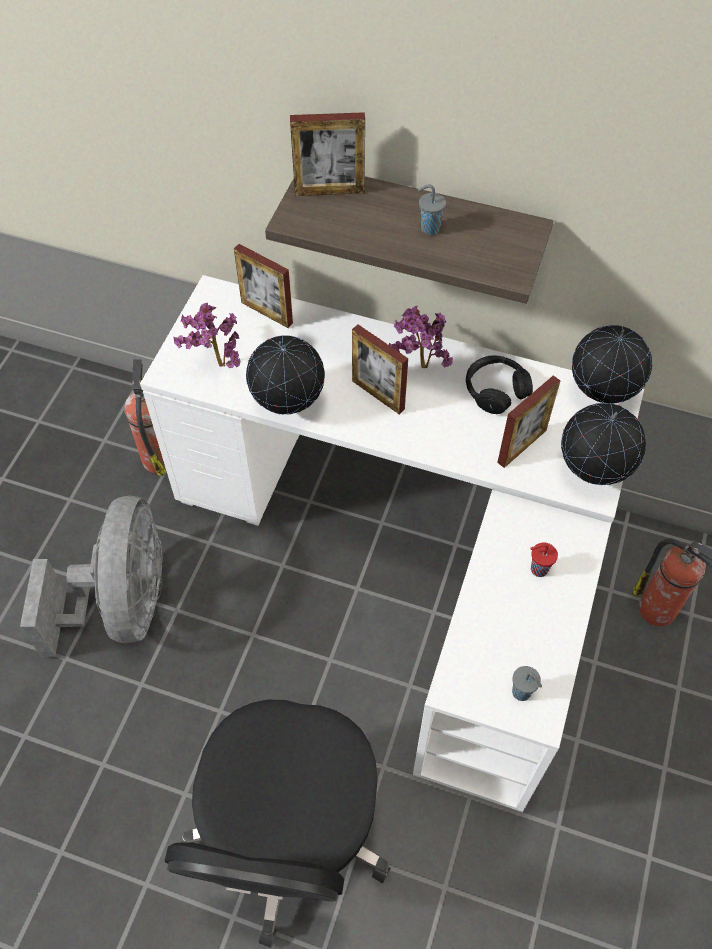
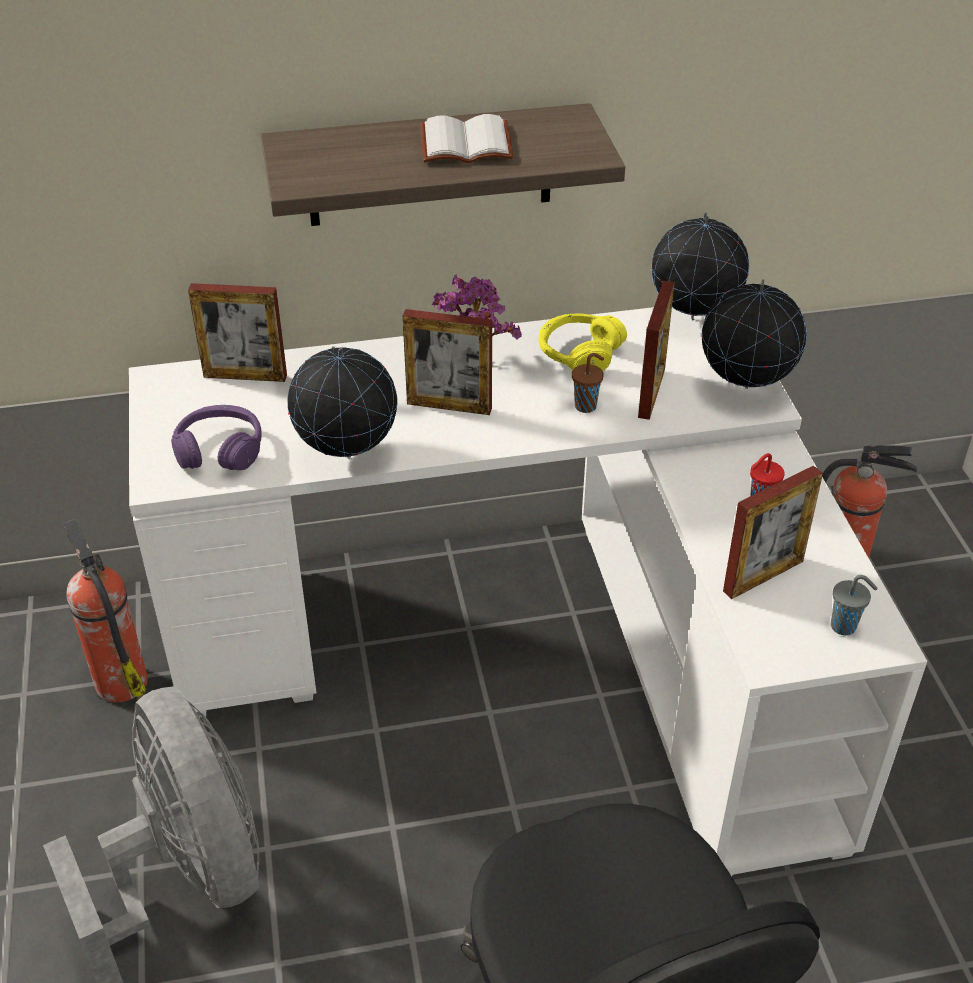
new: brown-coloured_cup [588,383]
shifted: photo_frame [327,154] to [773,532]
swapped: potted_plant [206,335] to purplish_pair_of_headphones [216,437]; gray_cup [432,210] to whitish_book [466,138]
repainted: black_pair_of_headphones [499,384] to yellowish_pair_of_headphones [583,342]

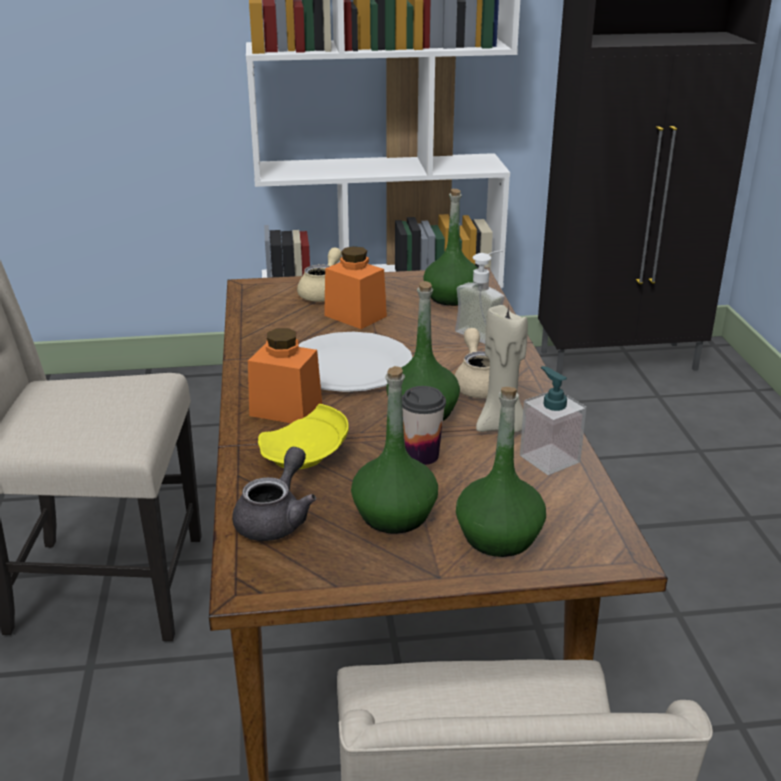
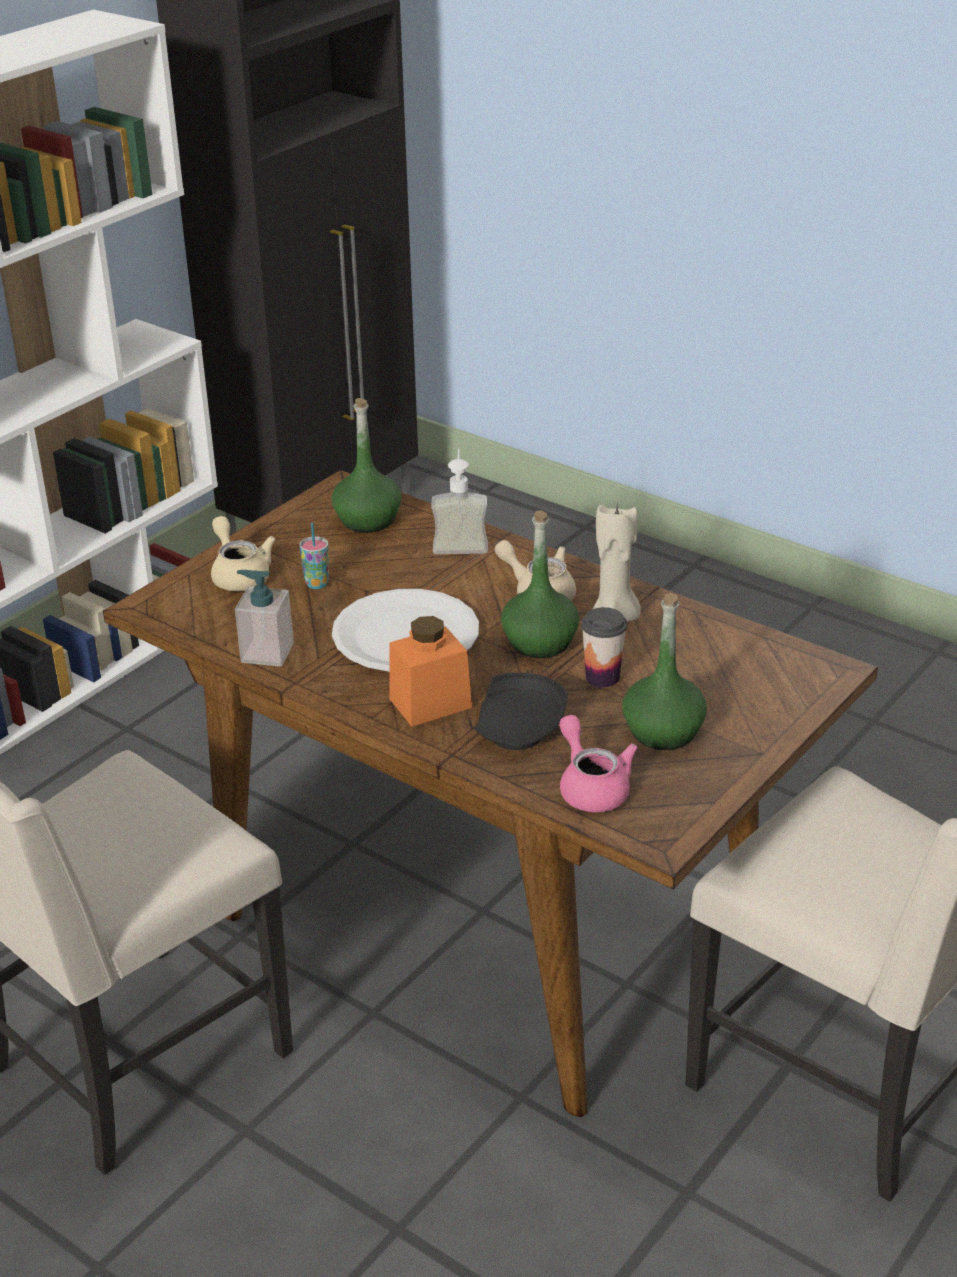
gone: green_beverage_bottle [501,472]
shifted: soap_bottle [553,420] to [264,618]
swapped: orangey_jar [355,287] to cup [314,556]
repainted: gray_pot_for_tea [274,494] to pink-coloured_pot_for_tea [599,763]; yellowish_dinner_plate [303,437] to black_dinner_plate [521,711]

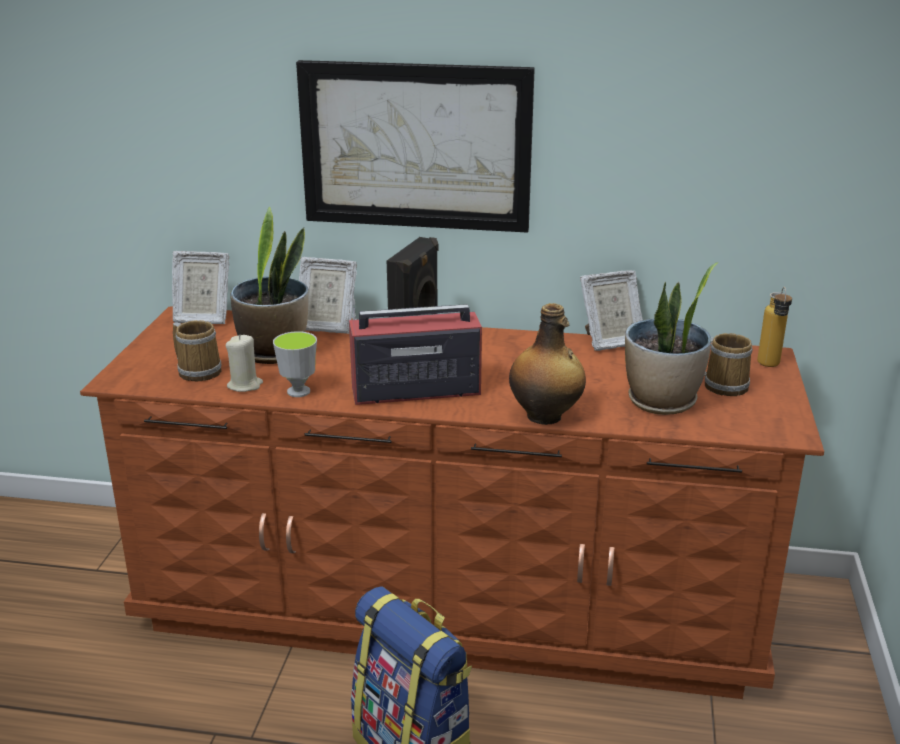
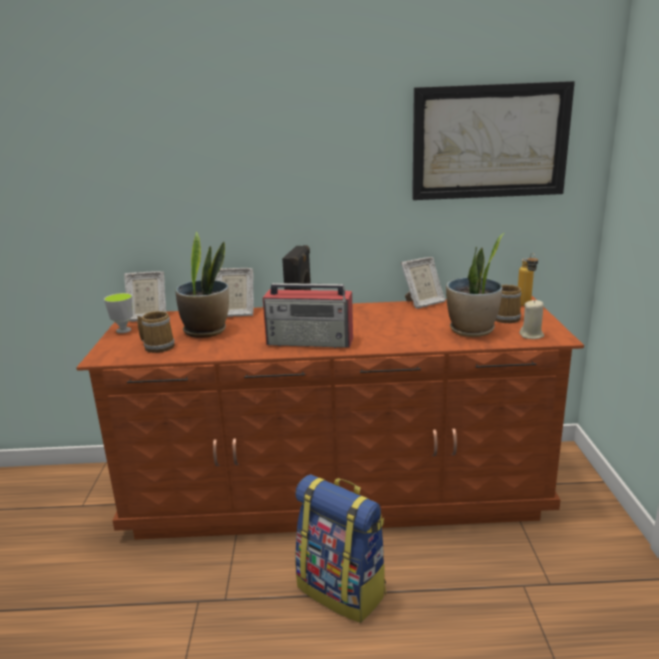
gone: beverage_bottle [547,364]
shifted: beige_wax_candle [244,363] to [532,319]; cup [295,364] to [118,313]; wall_picture [415,146] to [493,140]
rotated: radio_receiver [415,352] = [308,315] 150 degrees counterclockwise

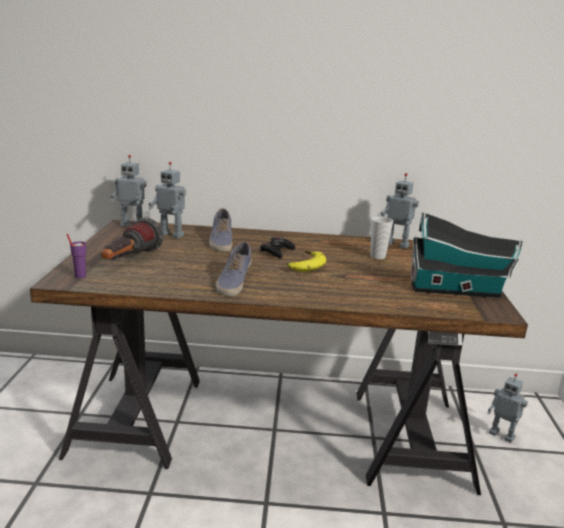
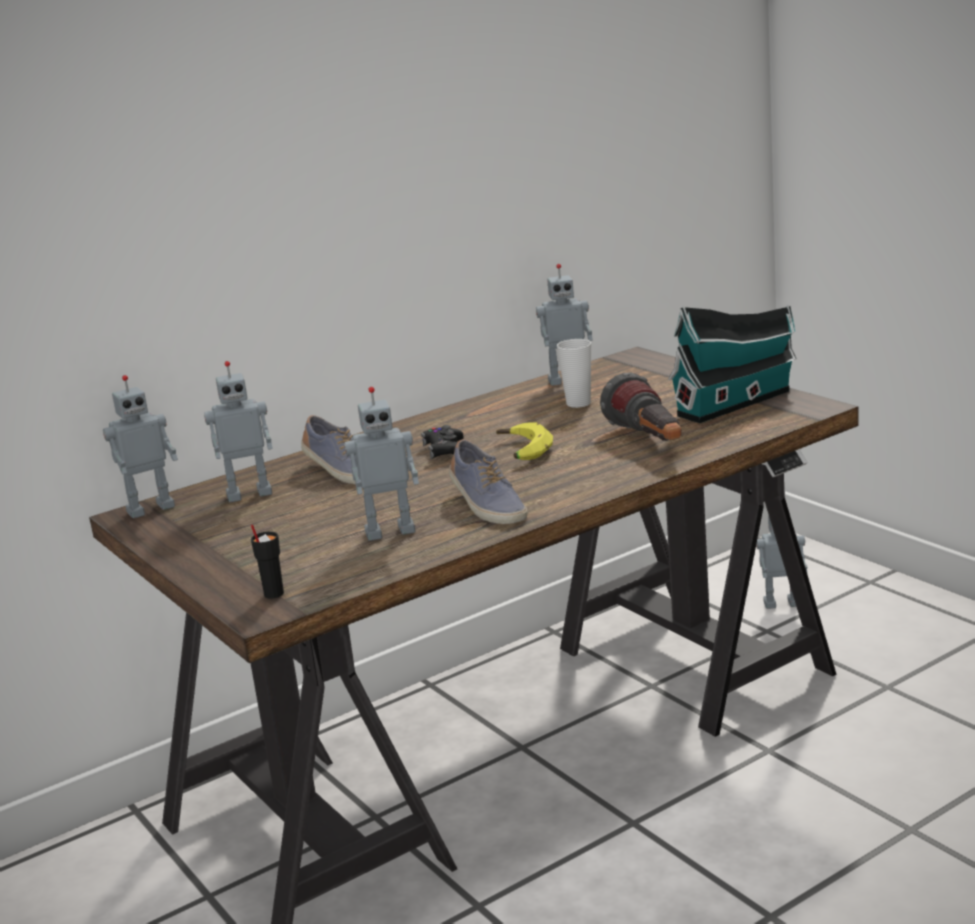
new: model_robot [381,464]
shifted: flashlight [132,239] to [640,407]
repainted: purplish_cup [76,256] to black_cup [267,561]

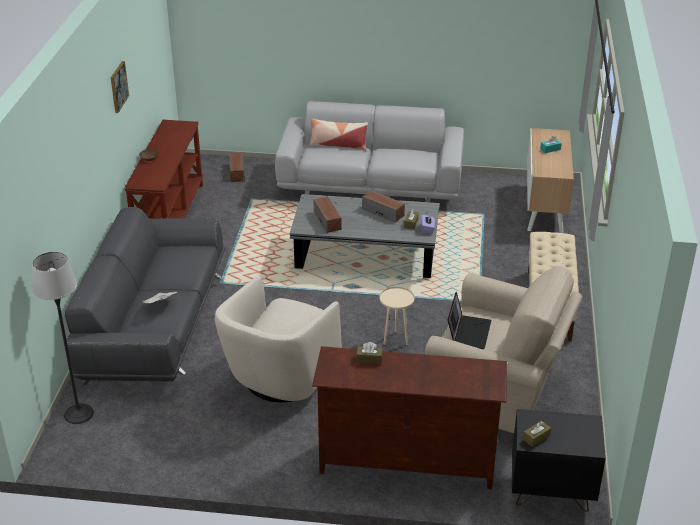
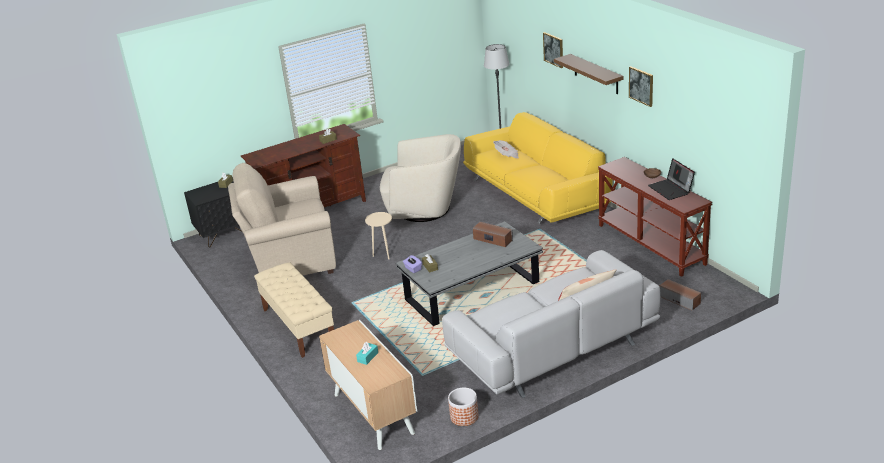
gone: speaker [383,206]
new: plant_pot [463,406]; wall_picture [553,50]; brown-coloured_wall_shelf [588,74]
shifted: notebook_computer [469,320] to [671,179]
repainted: gray_sofa [145,296] to yellowish_sofa [537,168]
rotated: beige_lounge_chair [278,339] = [420,178] 105 degrees clockwise

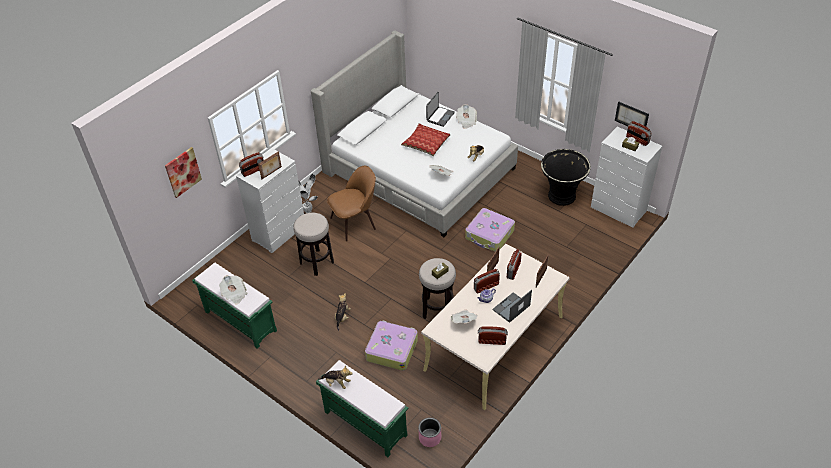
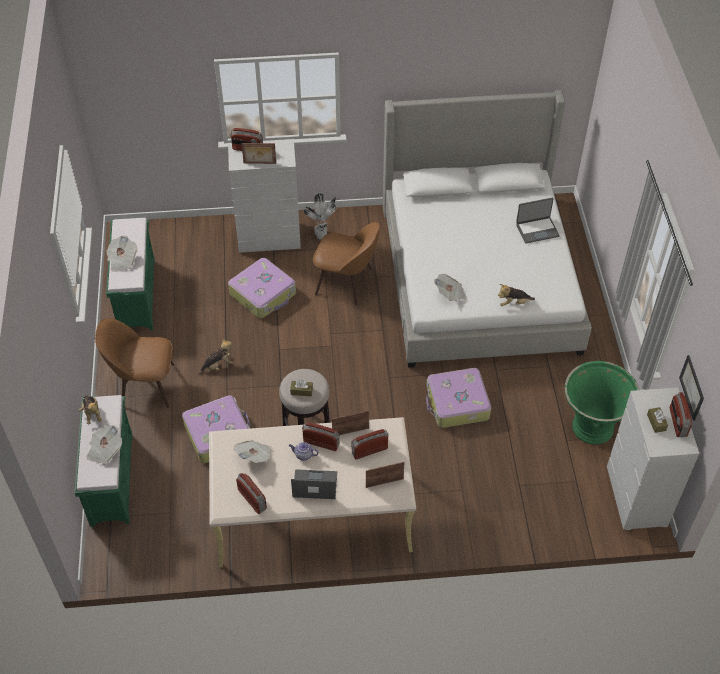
gone: wall_picture [183,172]; throw_pillow [426,139]; pink-coloured_plant_pot [430,432]
new: brown-coloured_plain_chair [135,363]
shifted: daily_paper [466,116] to [104,445]
swapped: sitting_stool [313,244] to piece_of_luggage [262,288]
repainted: black_plant_pot [566,177] to green_plant_pot [602,403]

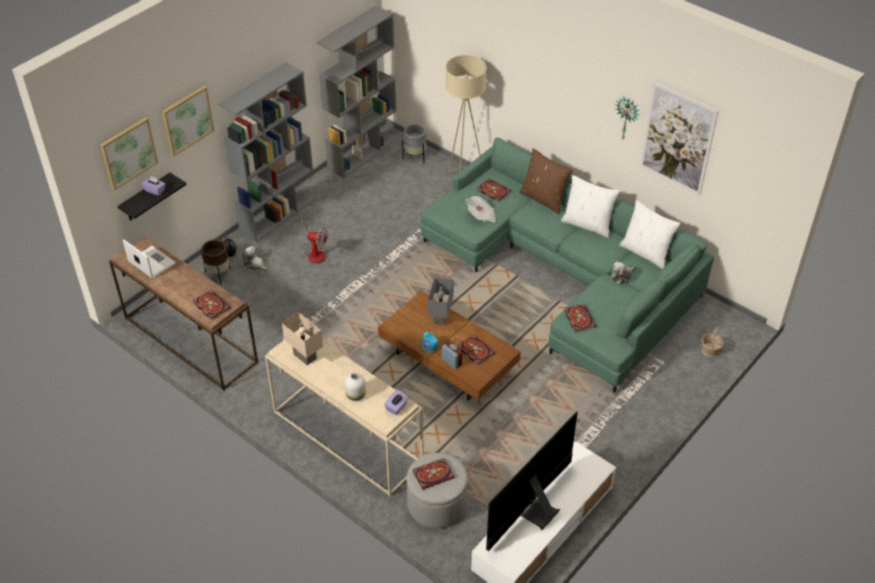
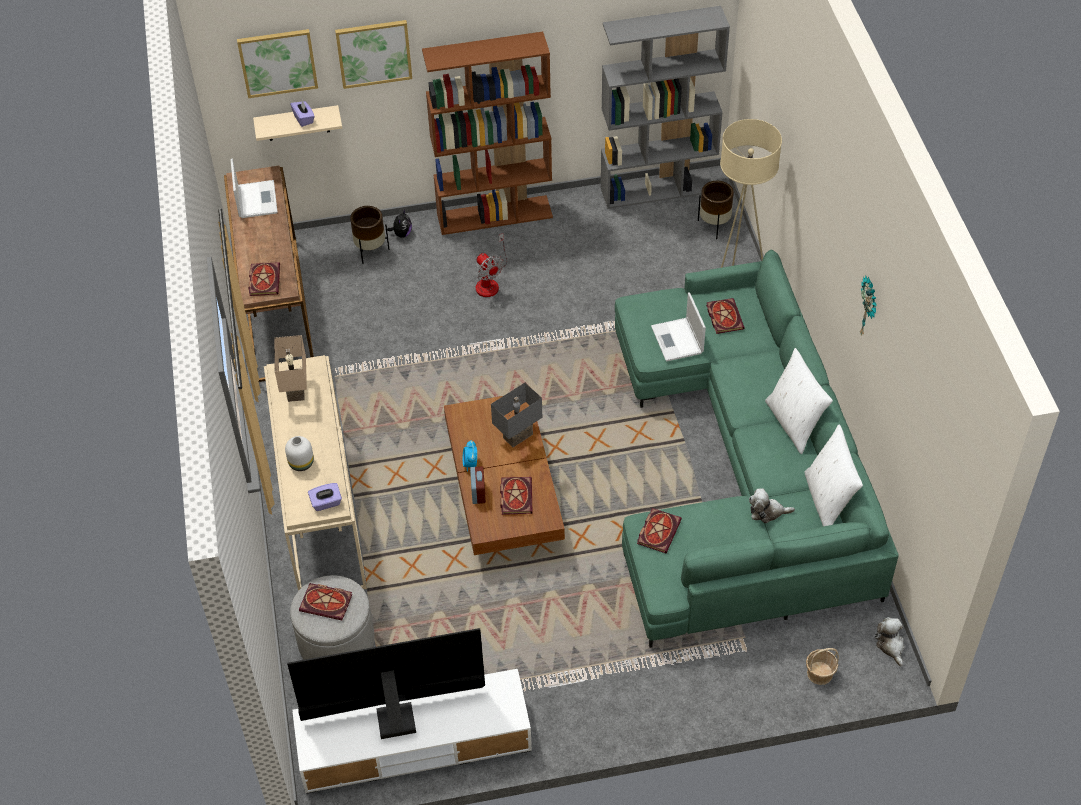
gone: brown-coloured_throw_pillow [546,181]; wall_picture [679,138]
shifted: plush_toy [255,258] to [889,641]
swapped: daily_paper [481,209] to notebook_computer [678,327]
repainted: black_wall_shelf [152,197] to beige_wall_shelf [297,123]; gray_shelving_unit [267,152] to brown-coloured_shelving_unit [487,133]; gray_plant_pot [414,144] to brown-coloured_plant_pot [716,210]

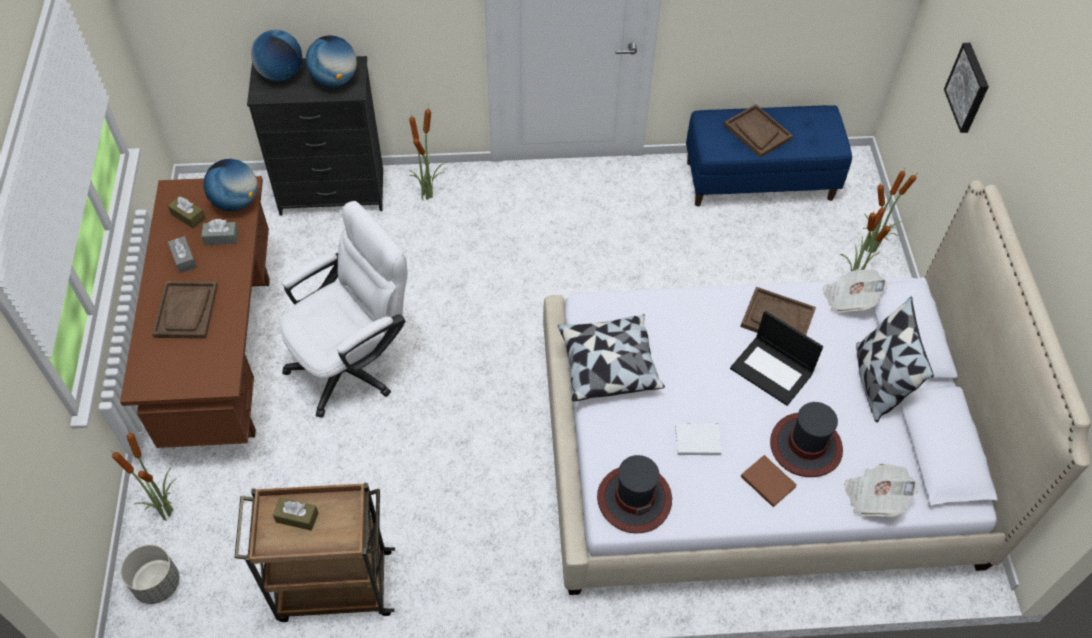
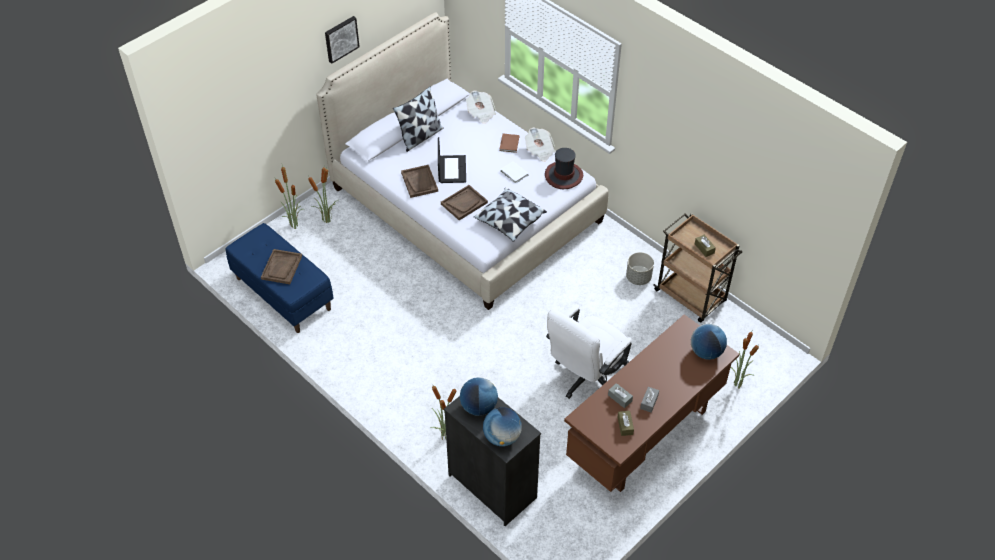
gone: clothing_hat [806,439]
shifted: gray_plant_pot [150,574] to [640,268]; brown-coloured_carrying_tray [185,310] to [464,203]; world_globe [230,185] to [709,342]; daily_paper [854,290] to [540,144]; wall_picture [966,88] to [342,40]
rotated: whitish_computer_chair [343,309] = [589,351] 60 degrees counterclockwise

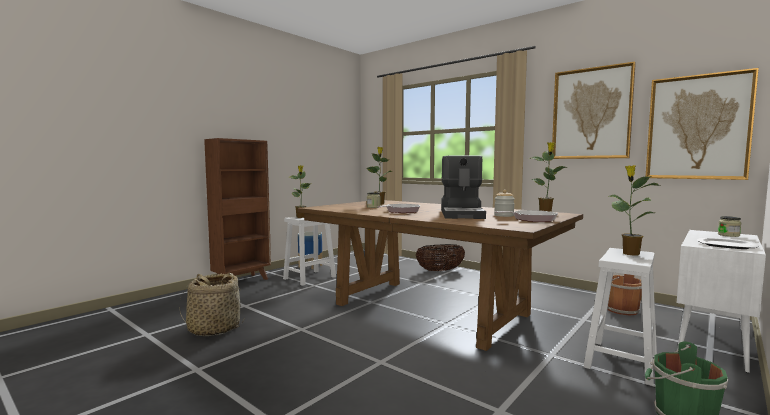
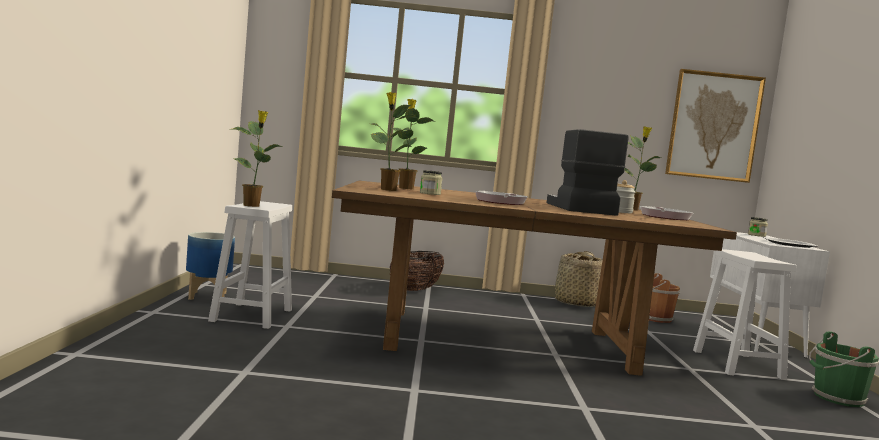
gone: brown-coloured_shelving_unit [237,209]; wall_picture [594,110]
shifted: basket [211,304] to [578,279]; potted_plant [634,210] to [394,141]
rotated: coffee_machine [463,187] = [587,172] 150 degrees counterclockwise

